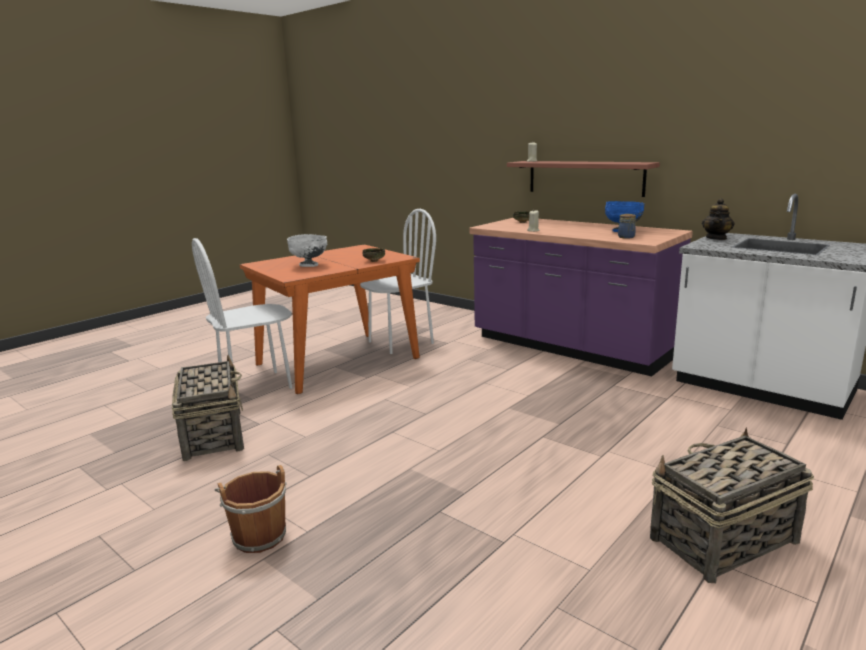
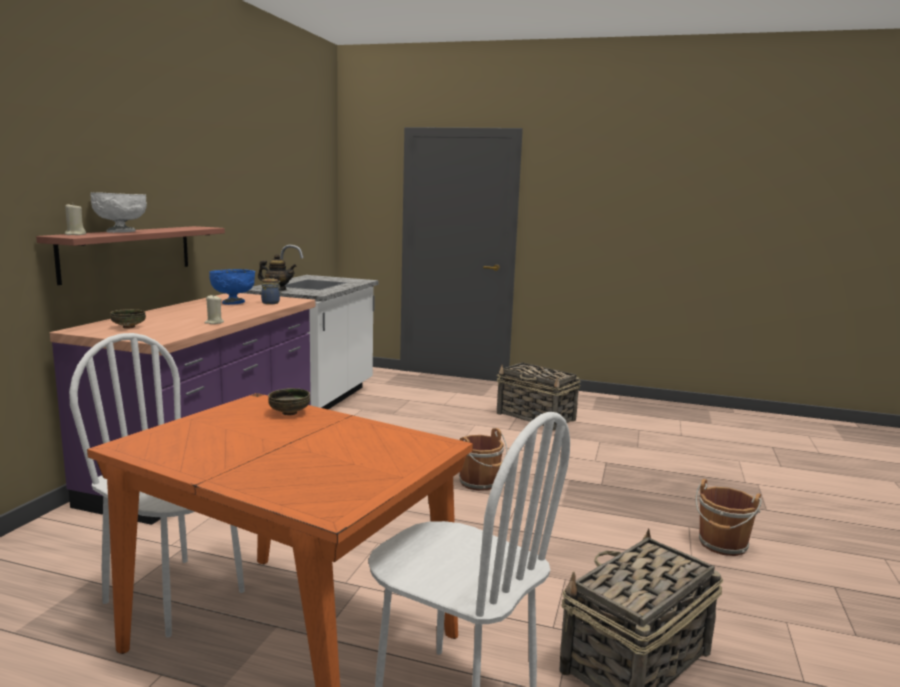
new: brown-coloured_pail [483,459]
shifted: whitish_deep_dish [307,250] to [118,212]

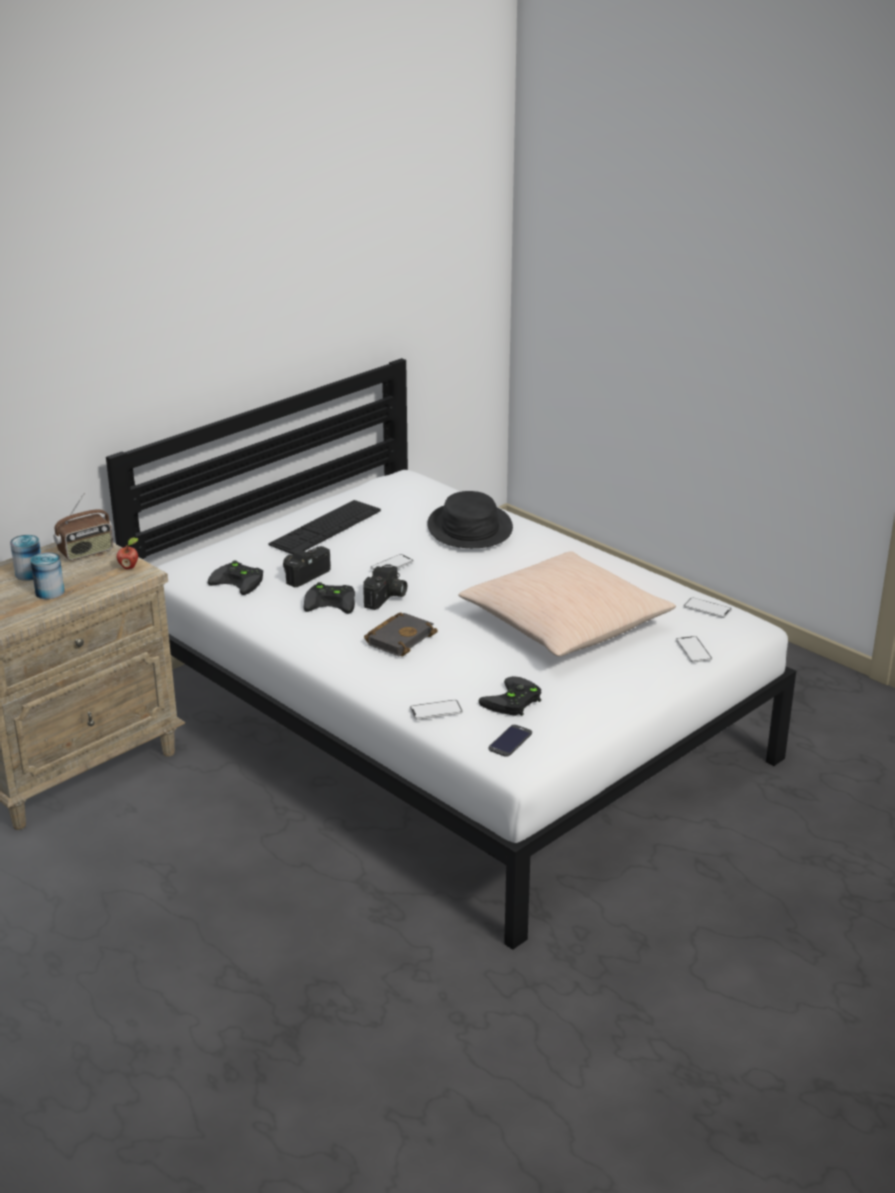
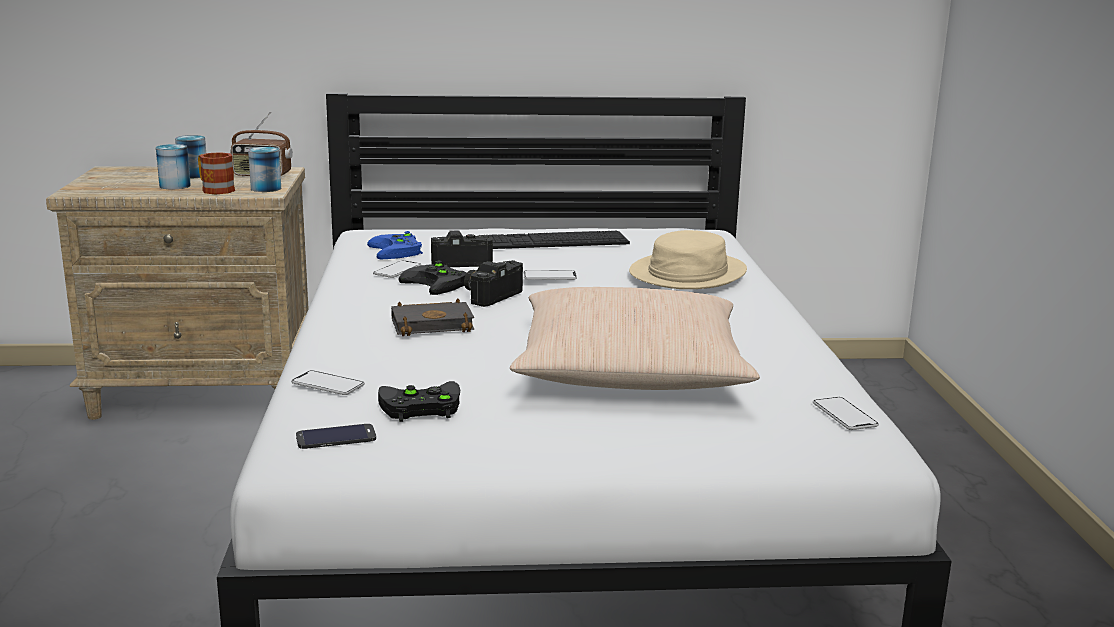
new: coffee_mug [216,173]
shifted: handset [694,649] to [397,269]
swapped: apple [127,553] to metal_can [264,169]
repainted: black_joypad [235,578] to blue_joypad [395,245]; black_clothing_hat [470,519] to beige_clothing_hat [688,259]
rotated: photo_camera [385,587] = [493,283] 150 degrees clockwise

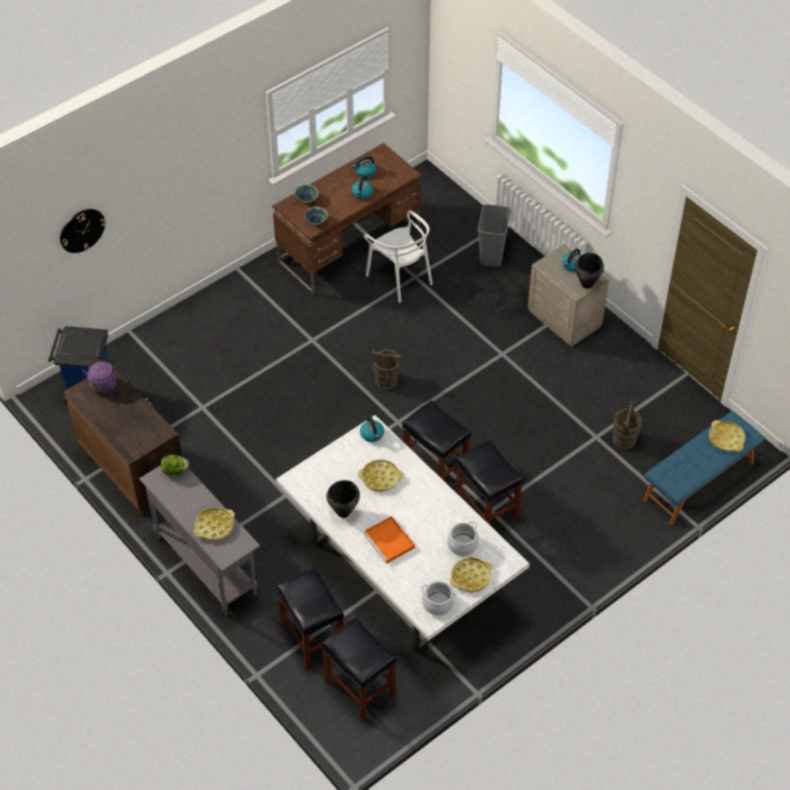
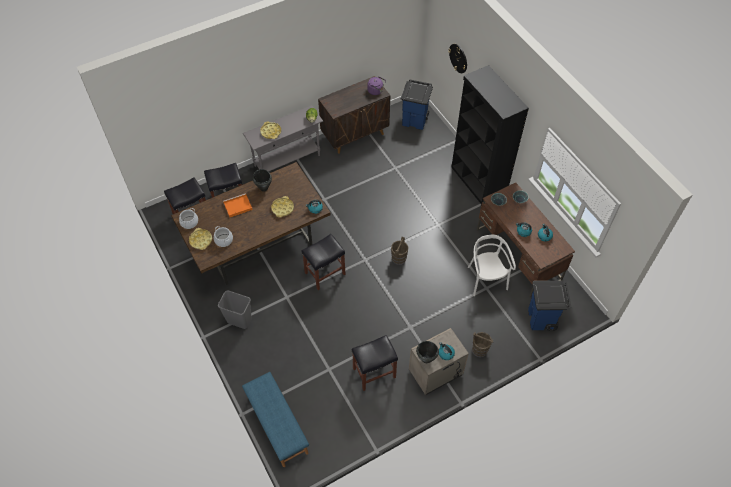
gone: yellowish_carrying_tray [727,435]
new: black_shelving_unit [490,135]; blue_waste_bin [549,306]
shifted: black_sitting_stool [489,482] to [375,363]; gray_waste_bin [494,235] to [235,309]; brown-coloured_pail [627,425] to [482,345]
repainted: whitish_dining_table [403,534] to brown-coloured_dining_table [251,223]
rotated: whitish_plain_chair [398,256] = [492,265] 105 degrees clockwise

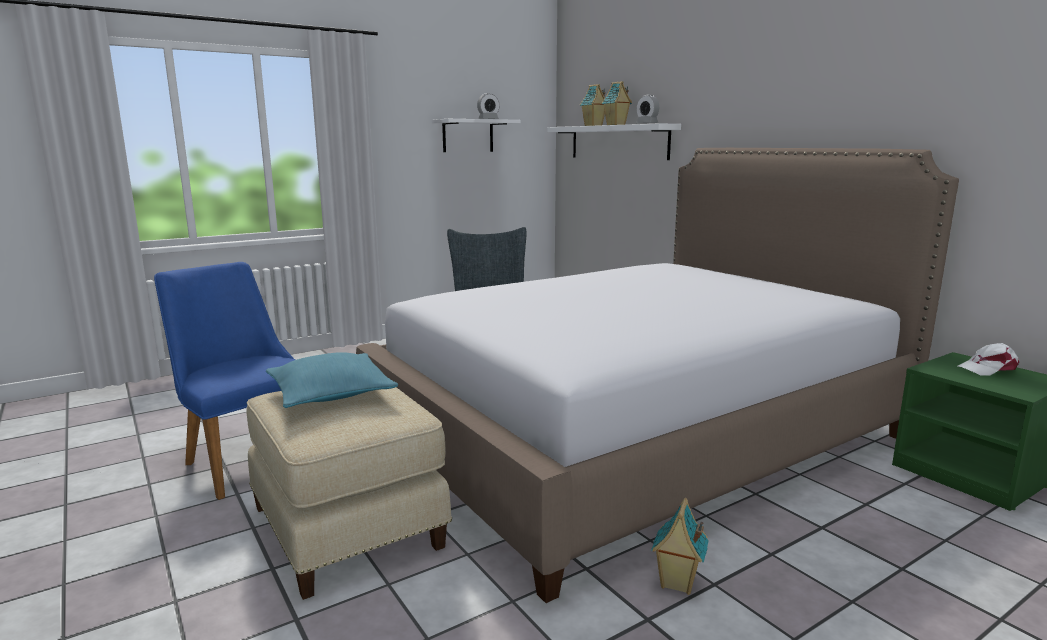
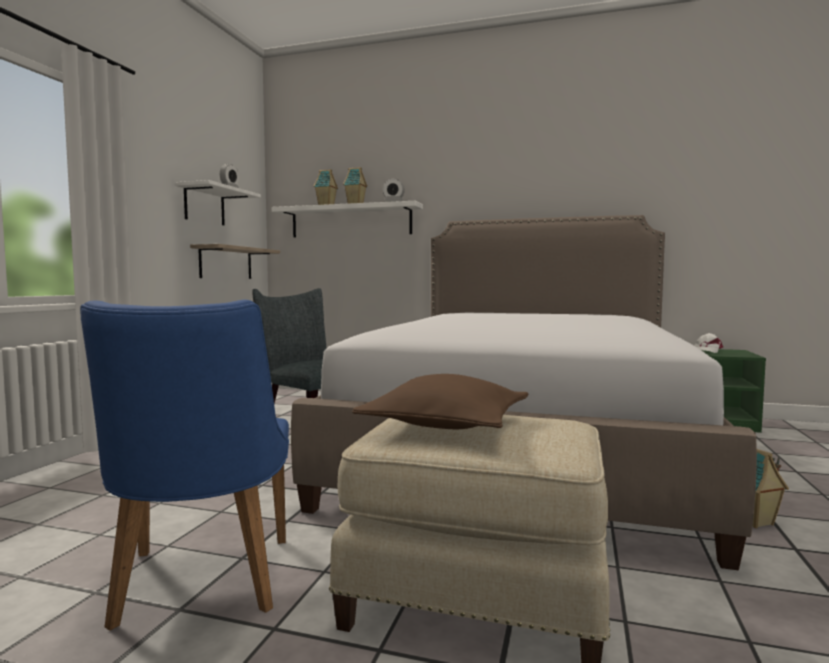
new: wall_shelf [235,261]
repainted: blue-green_throw_pillow [332,380] to brown-coloured_throw_pillow [440,401]
rotated: blue_plain_chair [224,381] = [184,465] 105 degrees counterclockwise

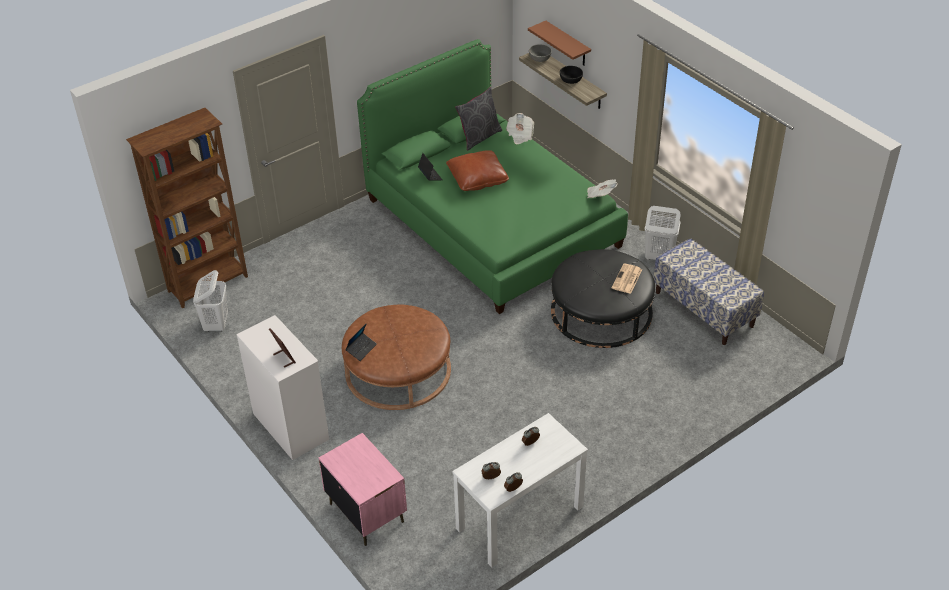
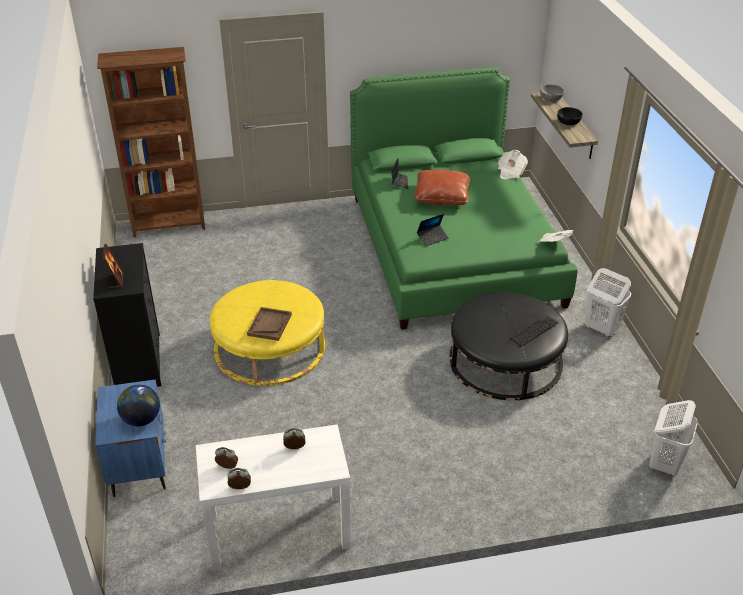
gone: gray_throw_pillow [478,118]; brown-coloured_wall_shelf [559,43]; bench [709,291]
new: world_globe [138,405]; brown-coloured_carrying_tray [269,324]
shifted: whitish_washing_basket [210,301] to [673,438]; notebook_computer [361,342] to [433,230]
swapped: daily_paper [627,278] to computer_keyboard [534,331]
repainted: whitish_chest_of_drawers [282,387] to black_chest_of_drawers [127,315]; pink-coloured_nightstand [363,489] to blue_nightstand [130,438]; brown-coloured_ottoman [396,357] to yellowish_ottoman [267,333]

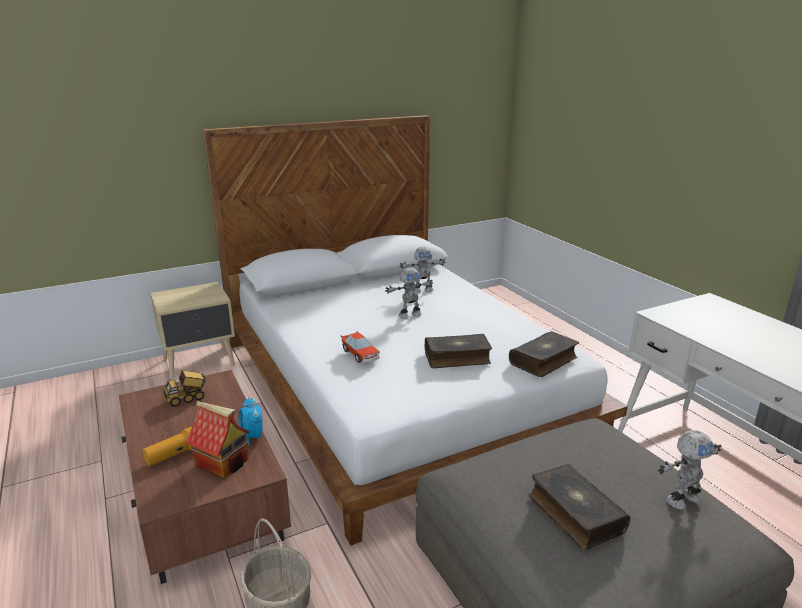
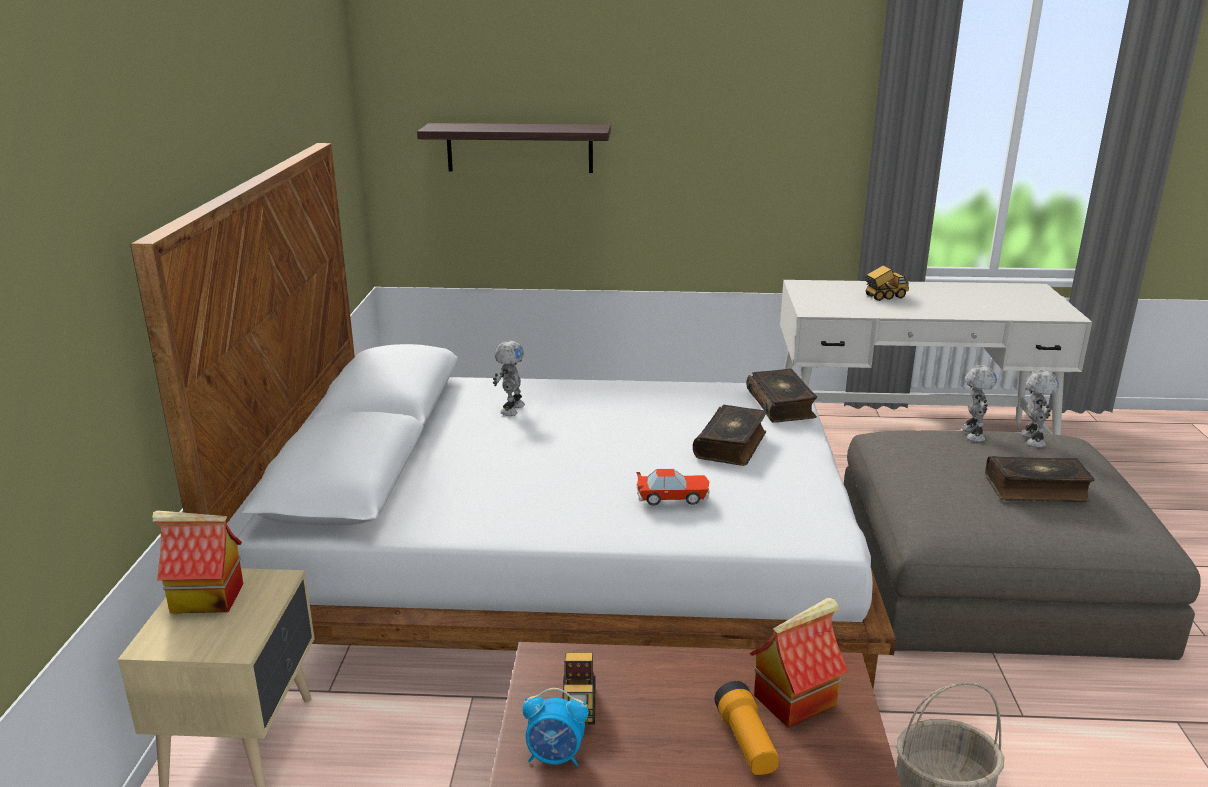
new: toy_house [198,561]; wall_shelf [514,148]; toy_lorry [886,283]
shifted: bedside_clock [250,421] to [556,727]; model_robot [409,293] to [979,403]

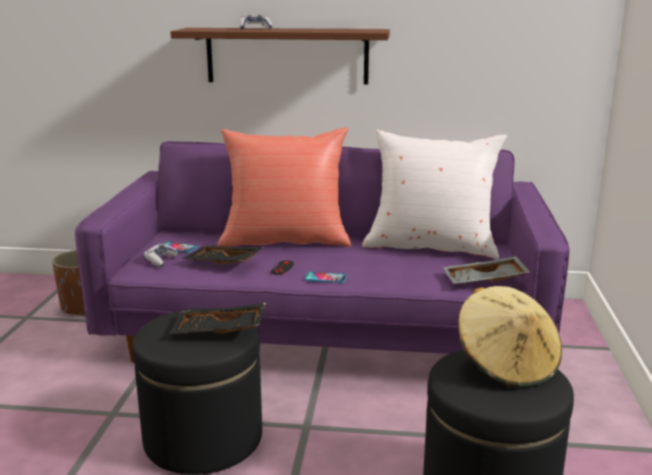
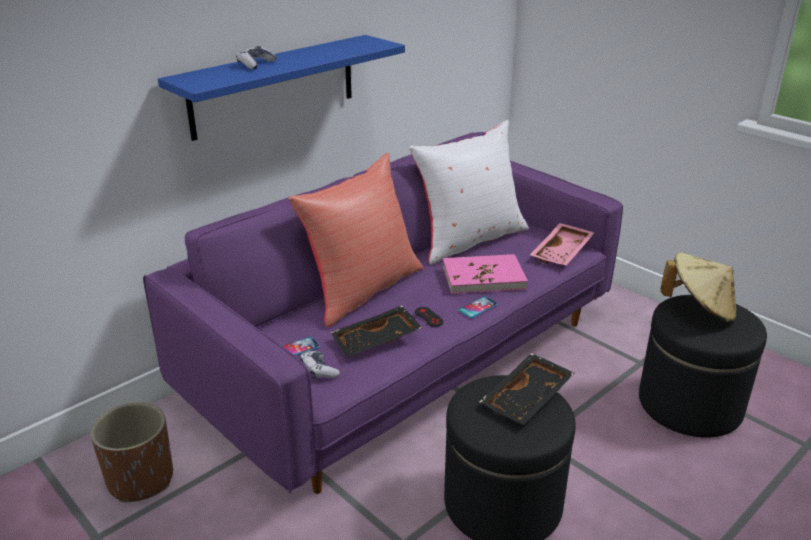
new: pink-coloured_book [485,274]
repainted: brown-coloured_wall_shelf [280,56] to blue_wall_shelf [281,88]; gray_carrying_tray [486,270] to pink-coloured_carrying_tray [562,244]

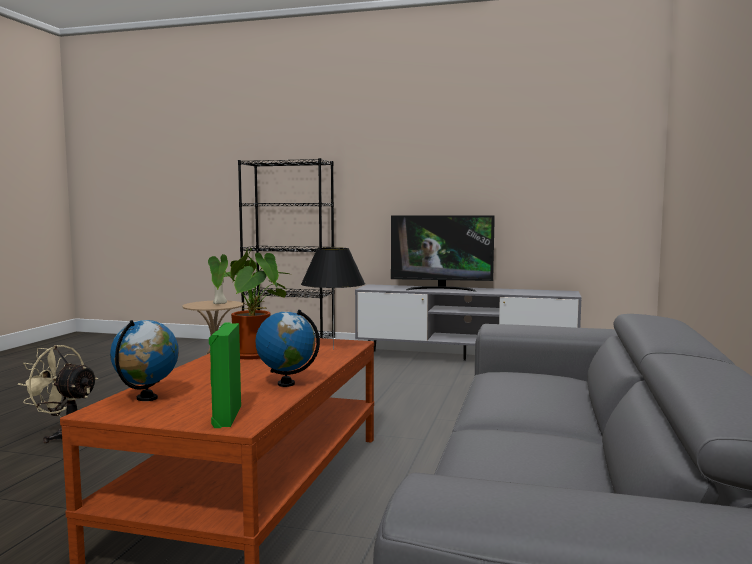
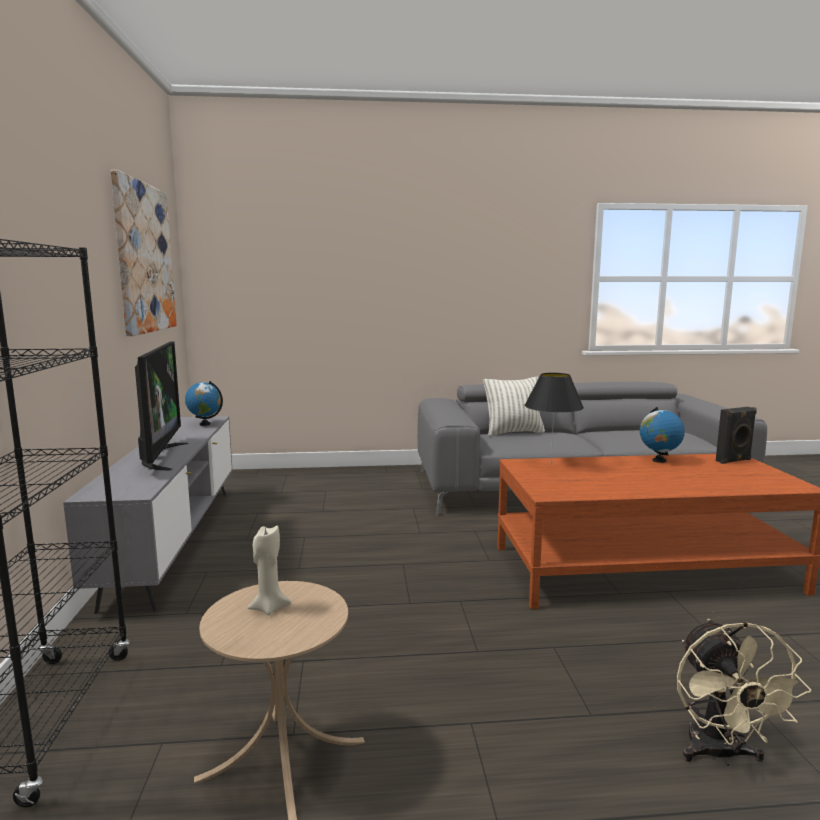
gone: potted_plant [250,304]
new: wall_picture [144,253]; throw_pillow [514,406]
shifted: world_globe [144,360] to [204,403]
repainted: green_speaker [225,375] to black_speaker [736,435]

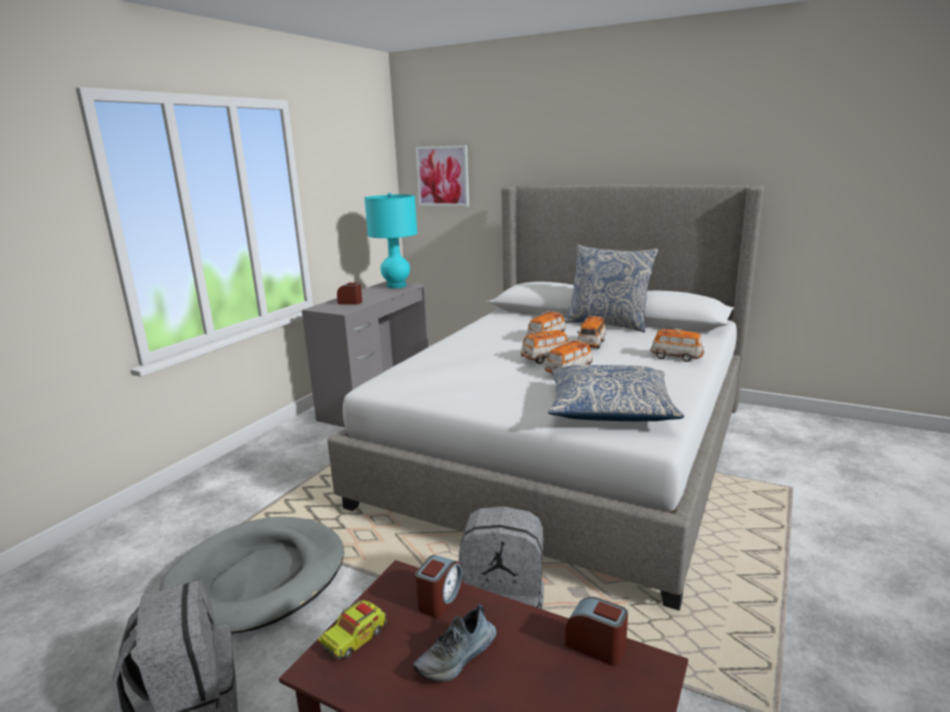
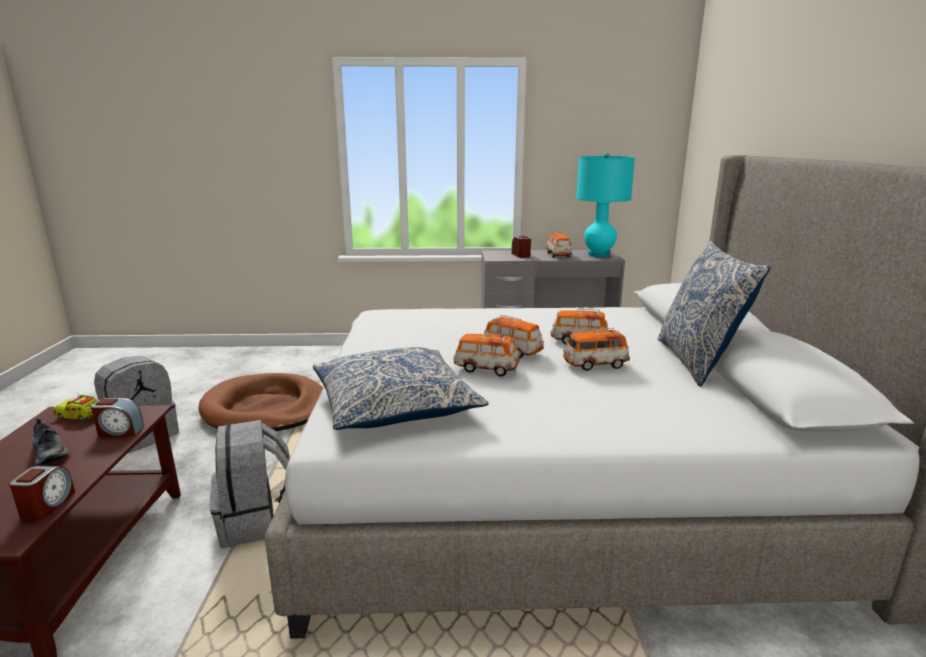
gone: wall_picture [442,175]
shifted: toy_car [677,344] to [559,244]
repainted: gray_pet_bed [251,575] to brown-coloured_pet_bed [261,402]
rotated: shoe [454,643] = [50,441] 150 degrees counterclockwise

